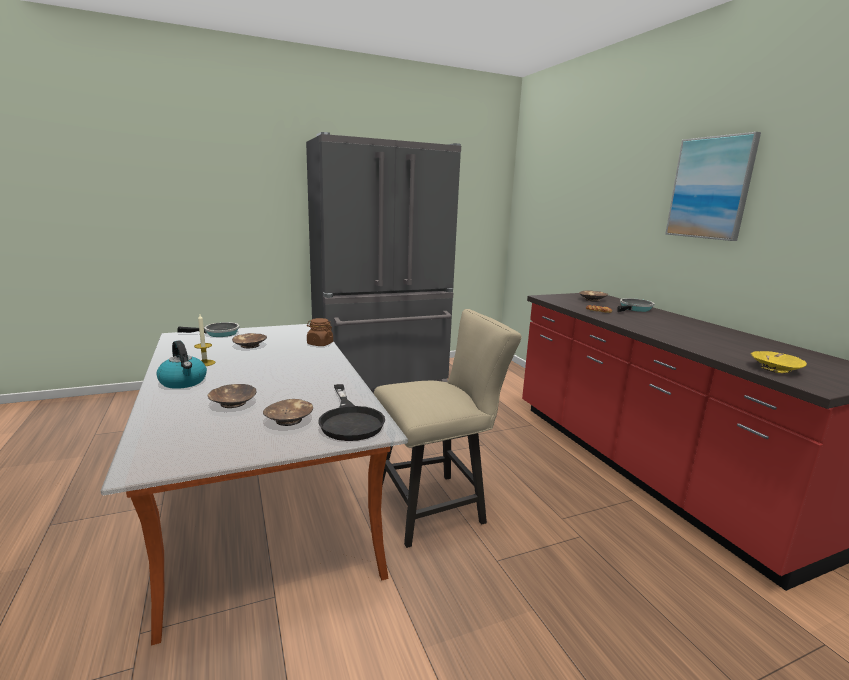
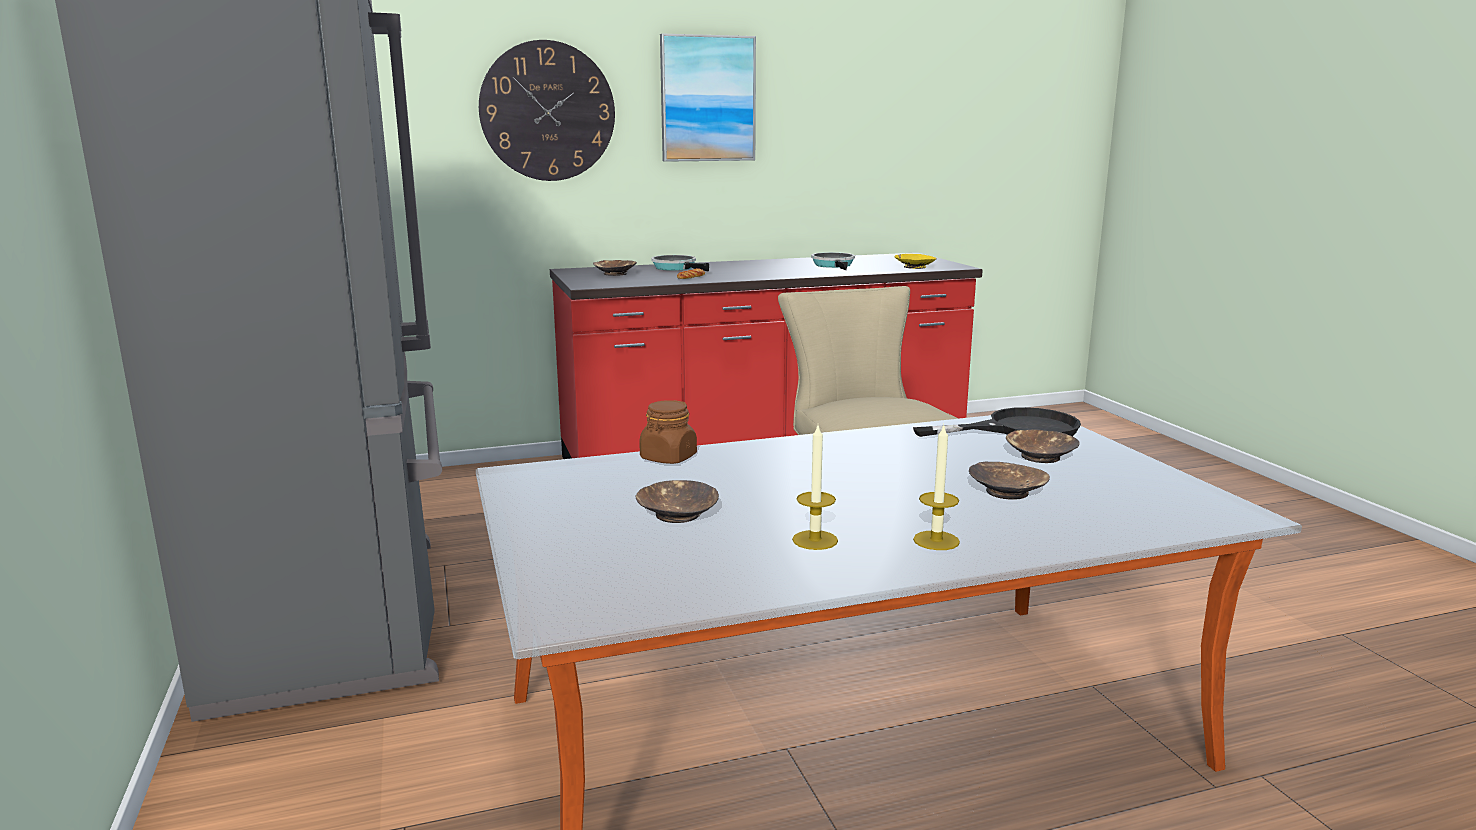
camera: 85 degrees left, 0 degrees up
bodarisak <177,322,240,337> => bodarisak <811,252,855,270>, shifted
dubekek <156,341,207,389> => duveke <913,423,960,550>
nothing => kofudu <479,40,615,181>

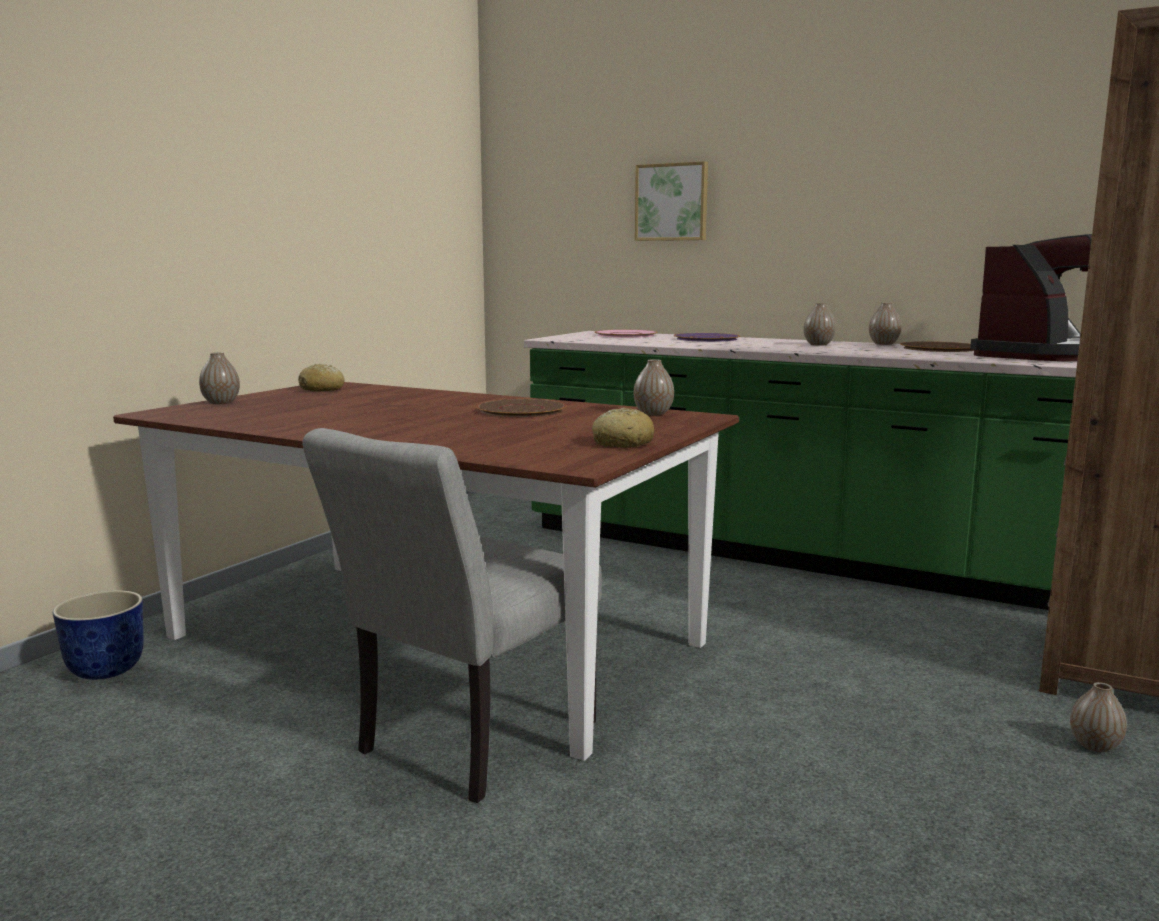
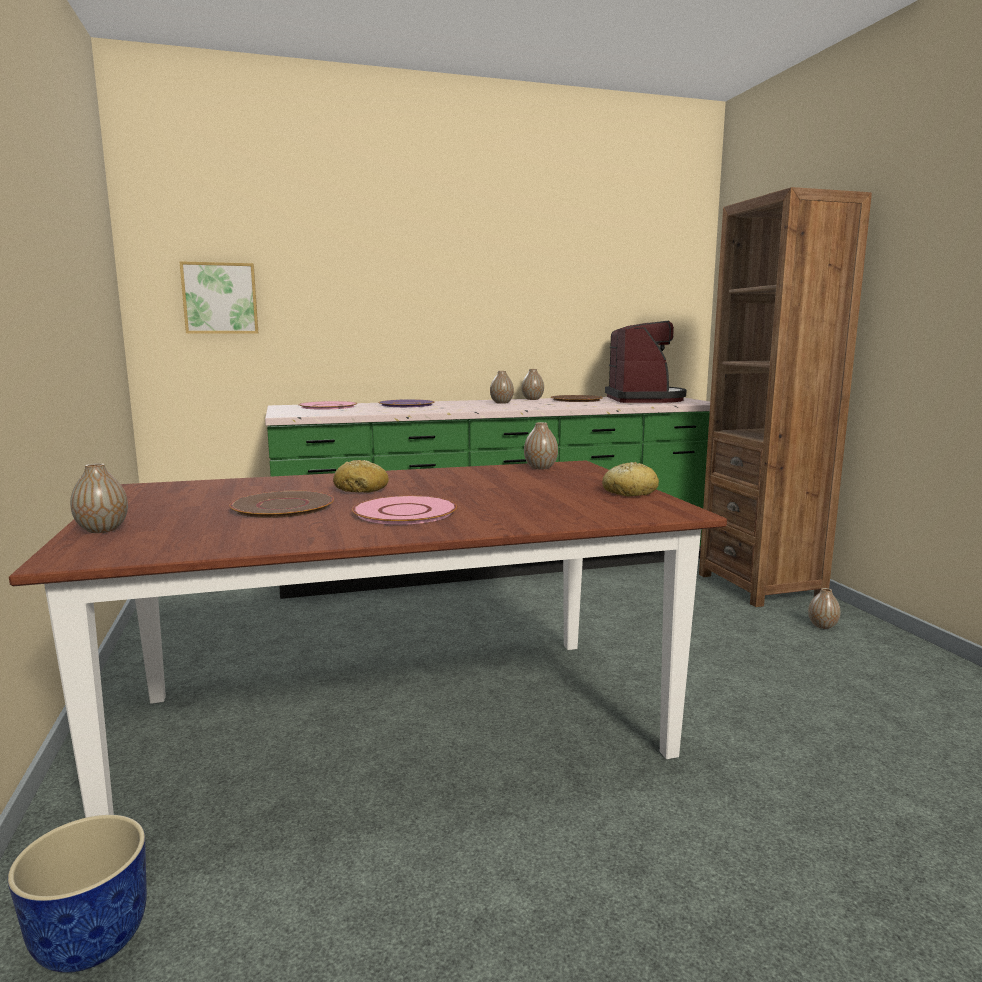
camera: 45 degrees left, 0 degrees up
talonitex <635,161,708,241> => talonitex <179,261,259,334>, shifted
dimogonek <298,364,344,392> => dimogonek <333,460,389,493>, shifted
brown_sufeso <476,399,567,417> => brown_sufeso <229,491,334,518>, shifted
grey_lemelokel <303,428,602,803> => nothing
nothing => pink_sufeso <352,496,457,525>

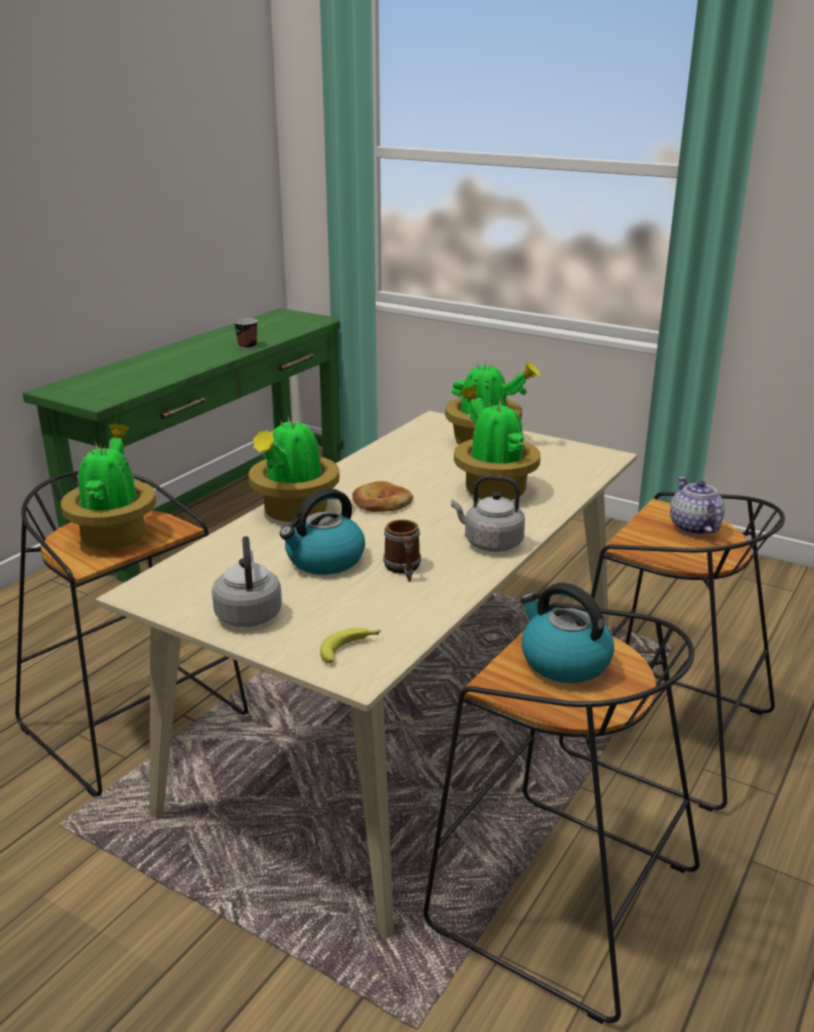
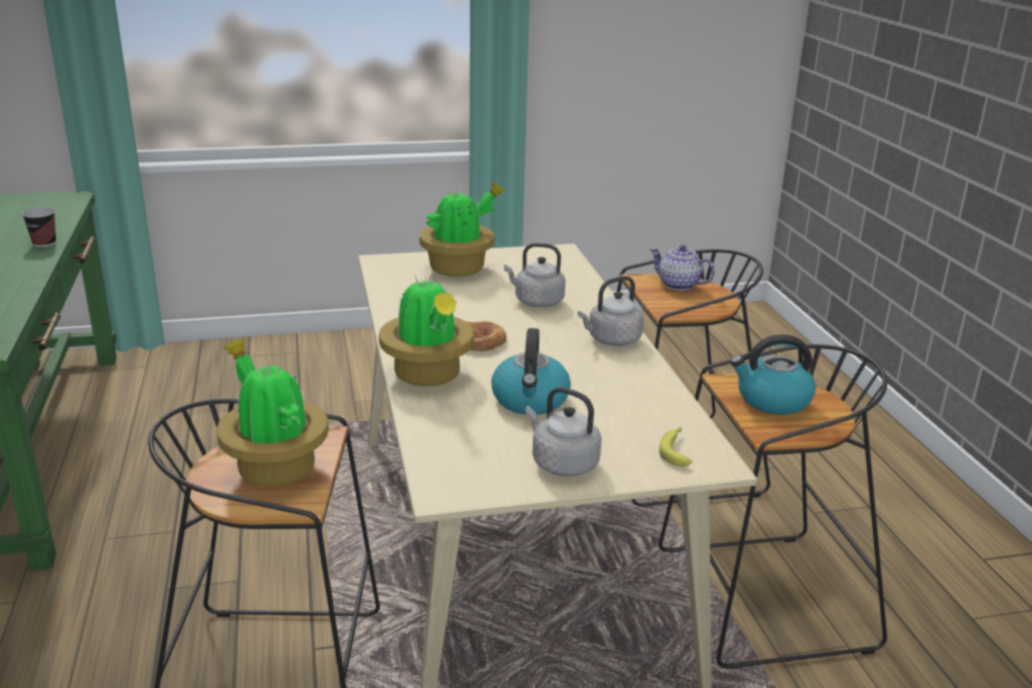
camera: 45 degrees left, 0 degrees up
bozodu <454,385,540,500> => grey_dubekek <504,243,566,307>
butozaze <383,519,421,582> => nothing

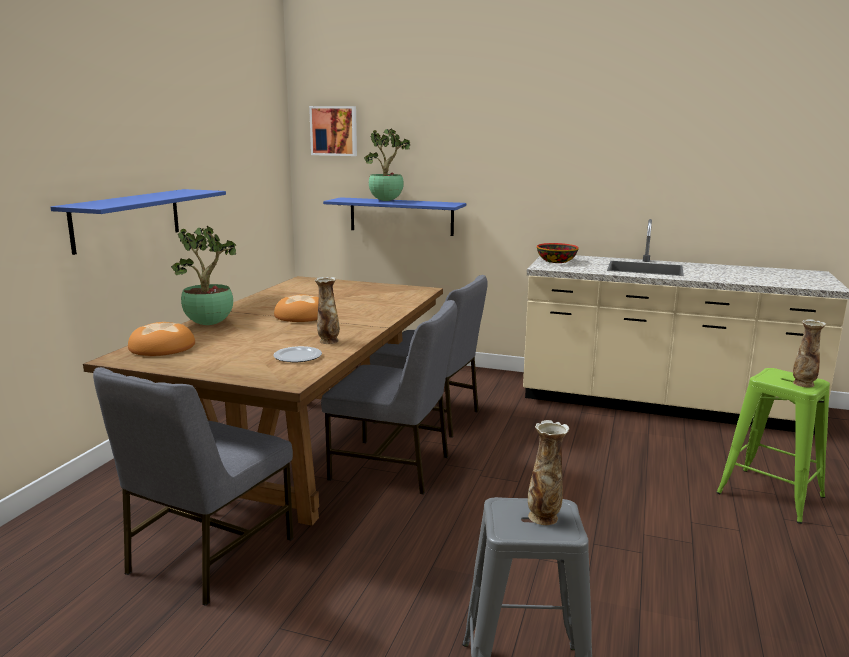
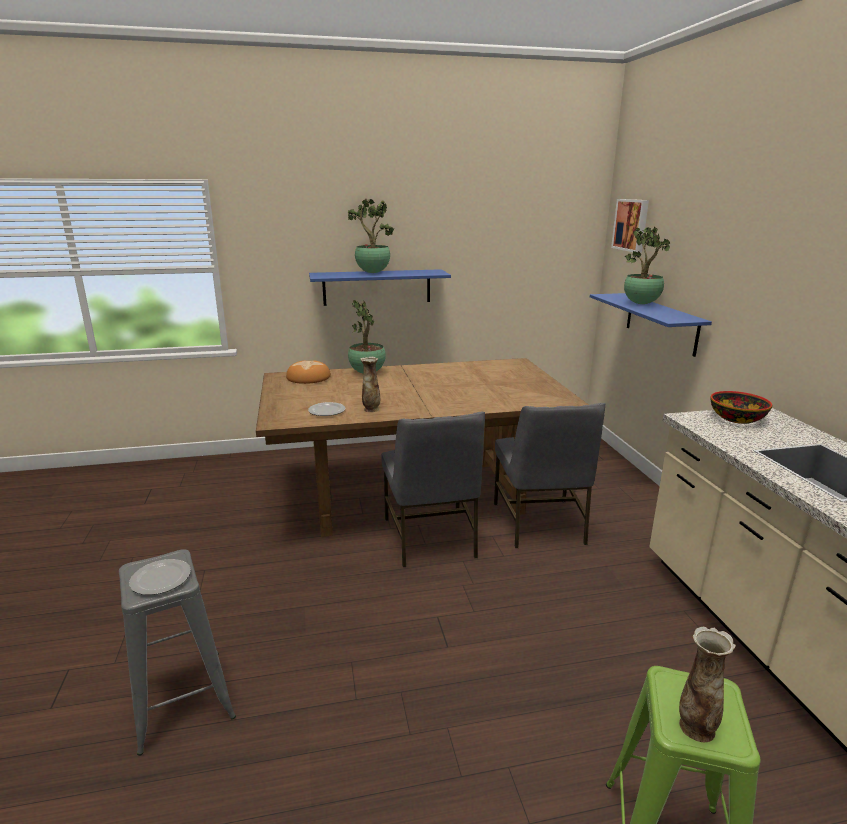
camera: 60 degrees right, 5 degrees up
dimogonek <274,294,319,322> => nothing
grey_lemelokel <93,367,293,606> => nothing
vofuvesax <528,420,569,525> => sufeso <129,559,191,595>
nothing => bozodu <348,199,394,273>

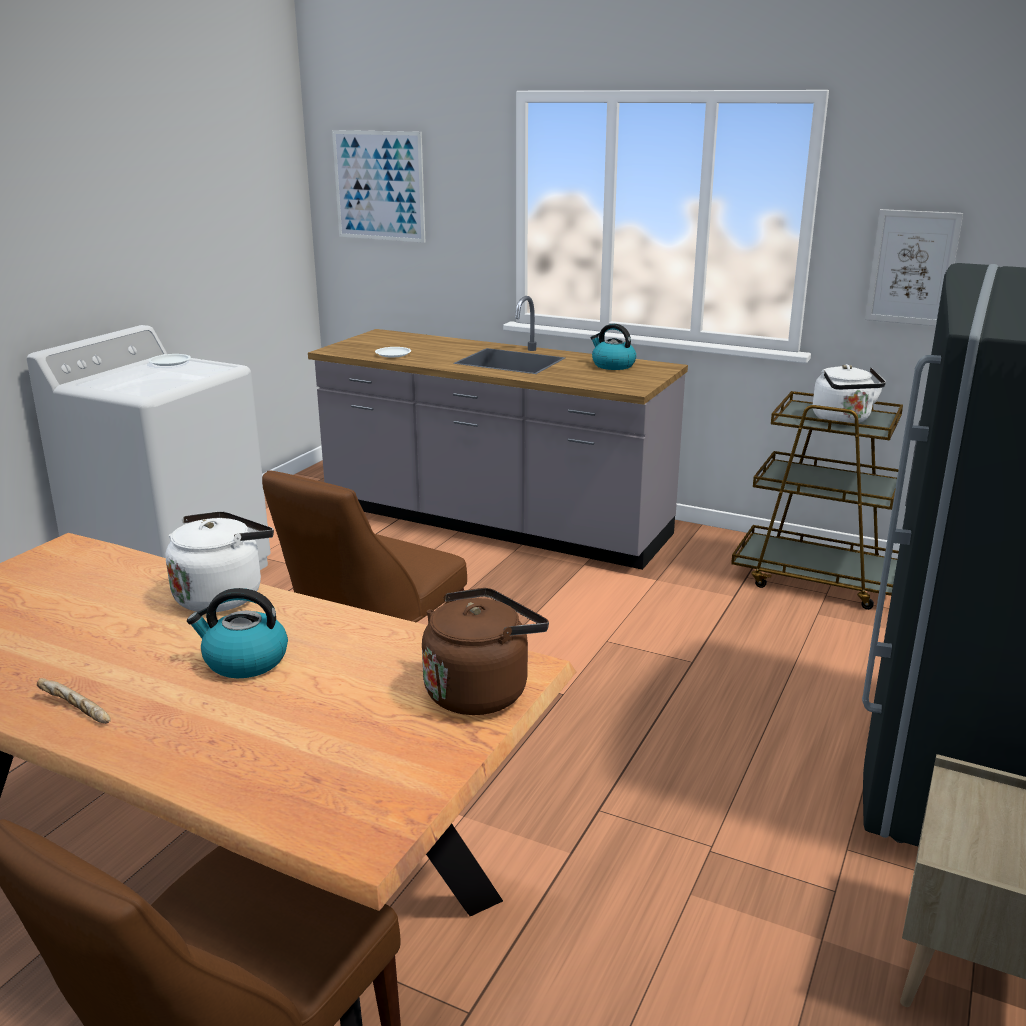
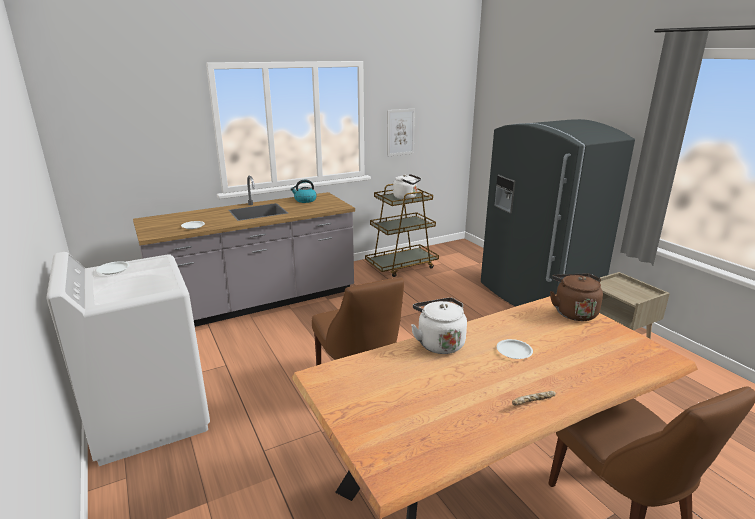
camera: 55 degrees left, 0 degrees up
talonitex <332,130,425,243> => nothing
dubekek <187,588,288,678> => white_sufeso <497,339,533,359>

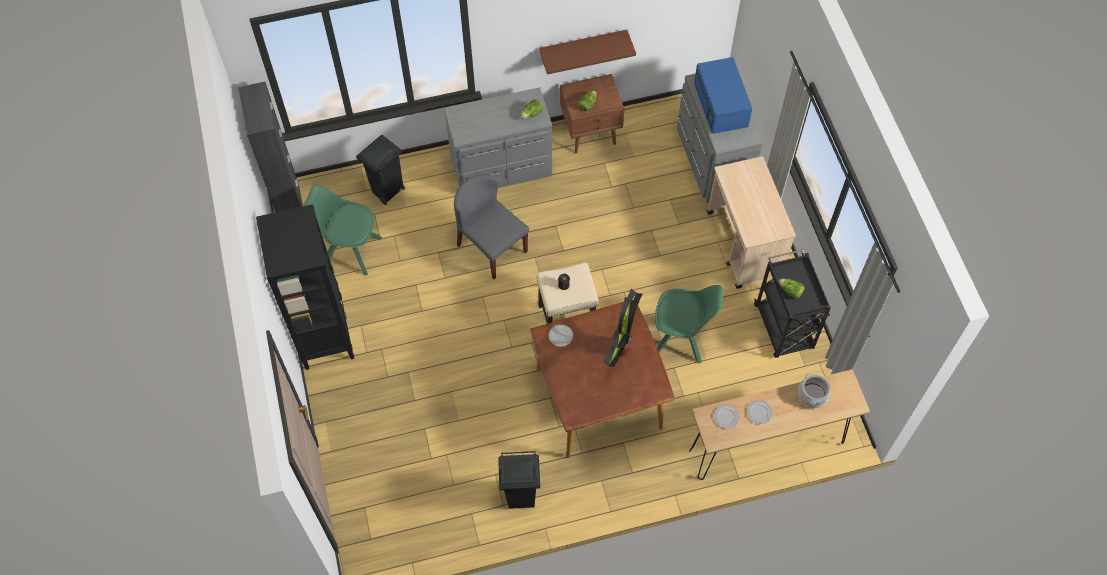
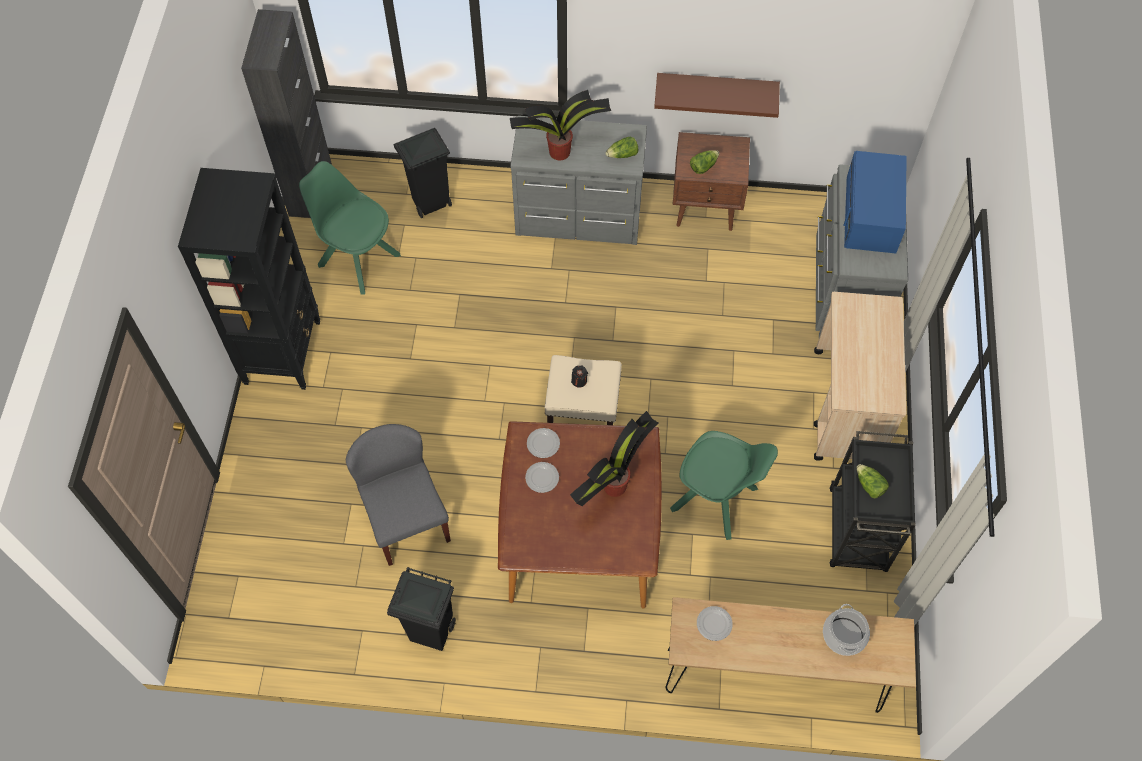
camera: 20 degrees right, 0 degrees up
grey_lemelokel <454,174,529,279> => grey_lemelokel <346,424,451,566>, shifted
sufeso <747,400,773,424> => sufeso <525,462,559,493>, shifted
nothing => bozodu <510,90,612,160>

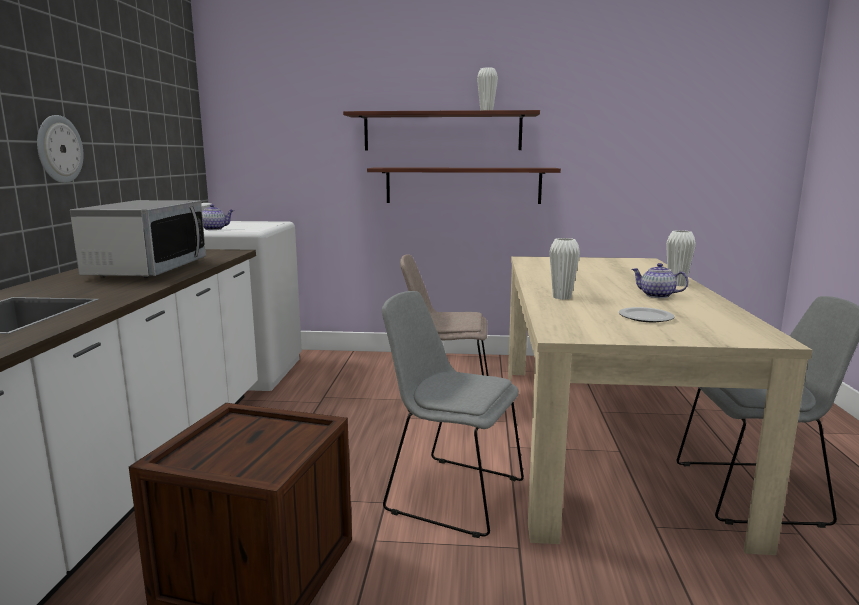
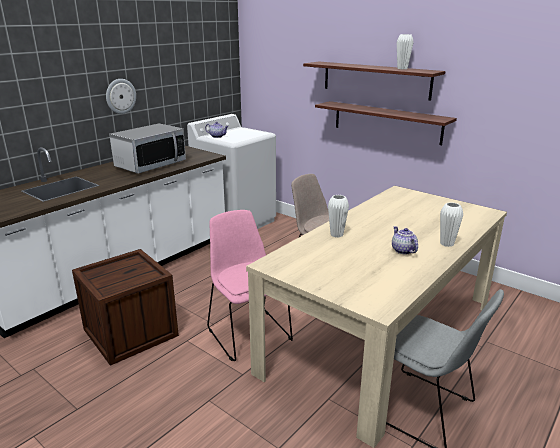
camera: 35 degrees right, 10 degrees up
grey_lemelokel <382,291,524,538> => pink_lemelokel <207,210,293,361>
sufeso <619,307,675,322> => nothing

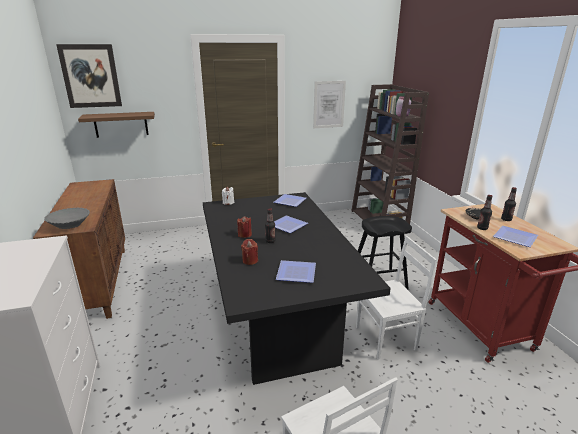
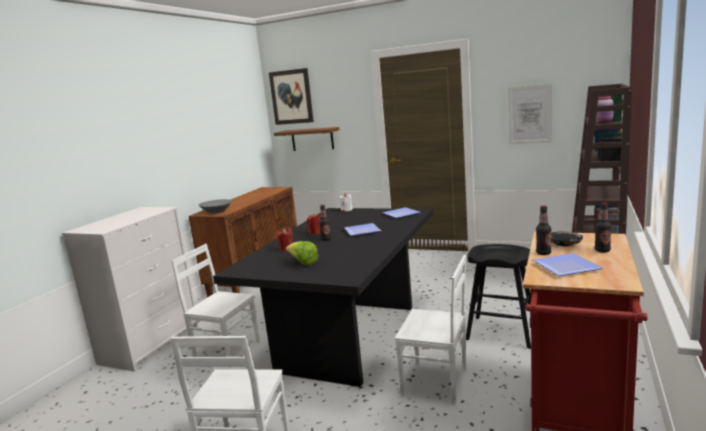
camera: 40 degrees right, 10 degrees down
sufeso <276,260,316,283> => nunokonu <286,241,319,266>
nothing => white_lemelokel <172,244,260,368>

